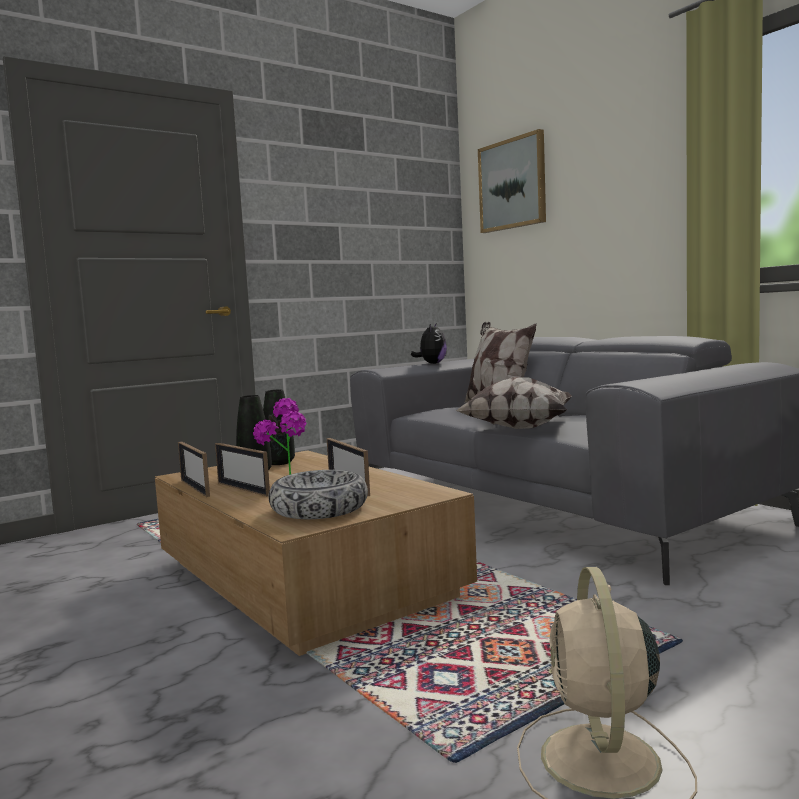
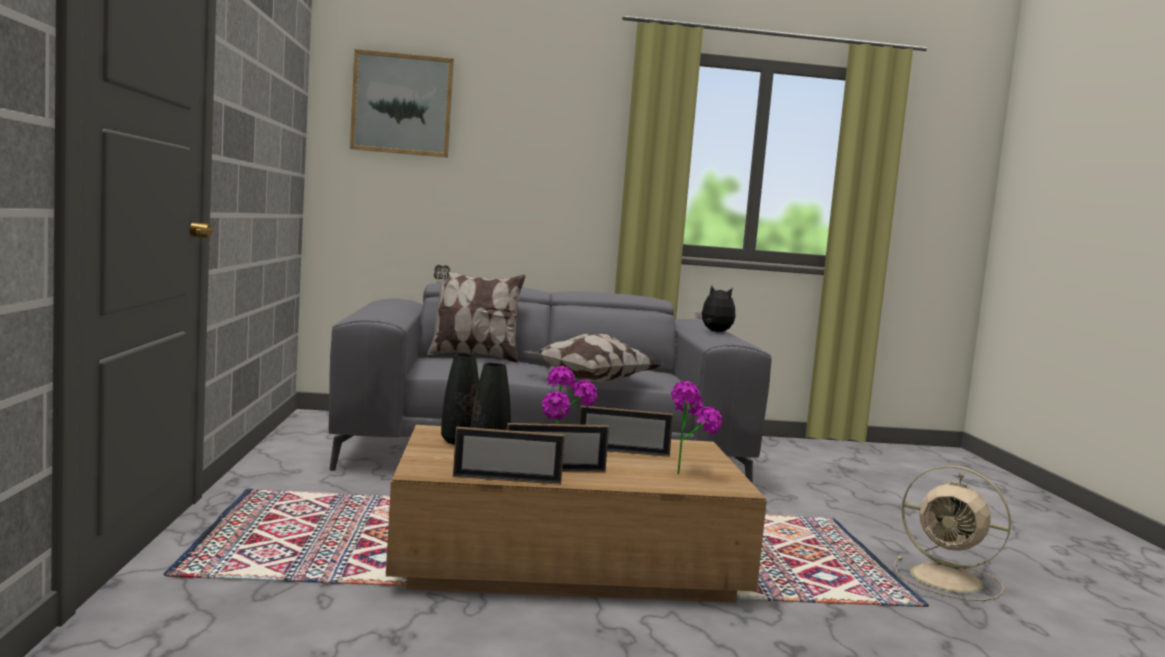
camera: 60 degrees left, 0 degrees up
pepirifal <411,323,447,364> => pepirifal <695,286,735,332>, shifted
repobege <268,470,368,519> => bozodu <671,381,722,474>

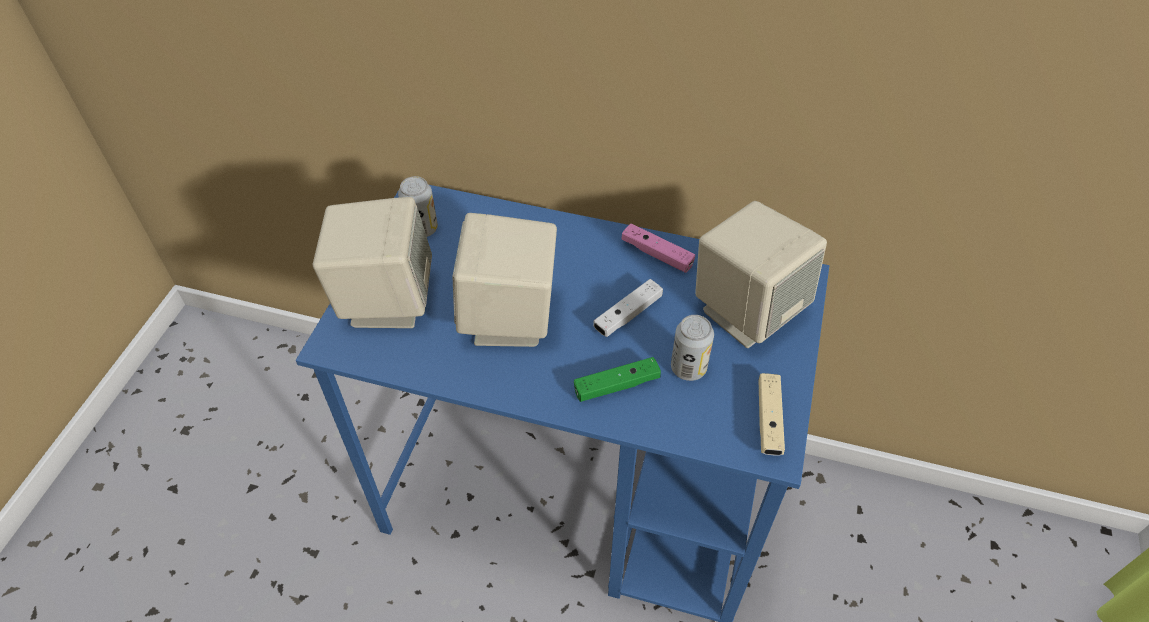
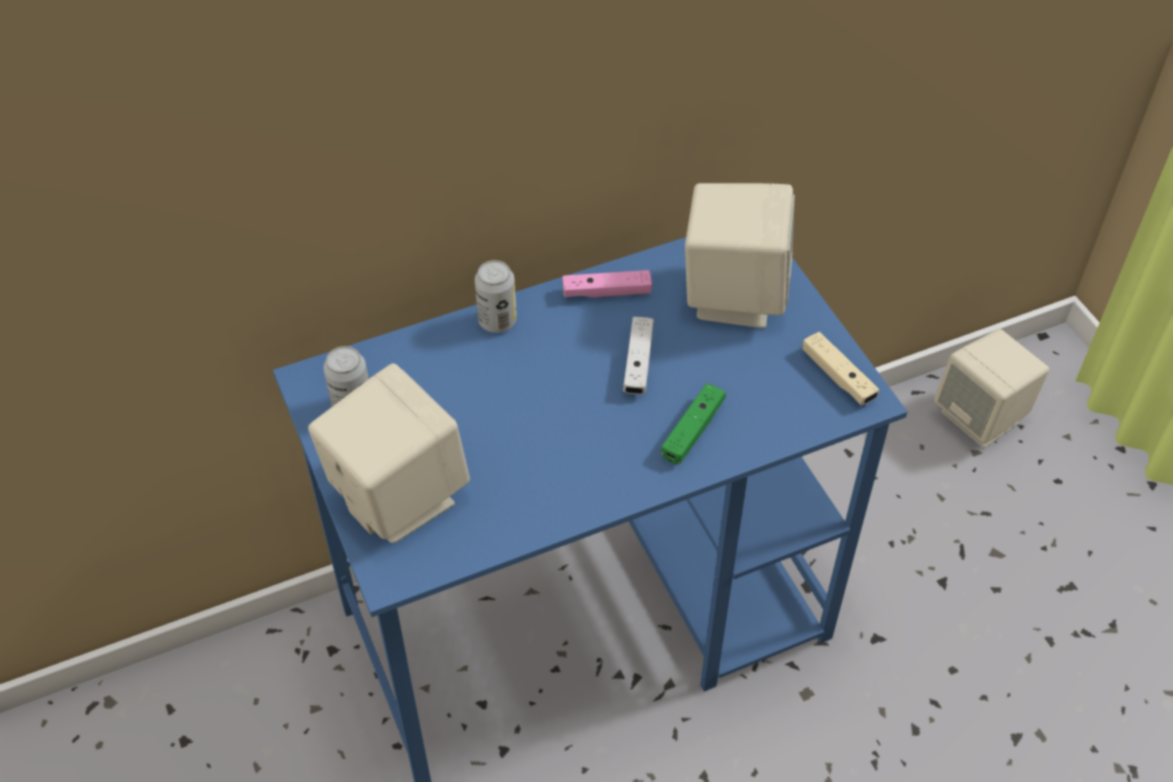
camera: 40 degrees left, 0 degrees up
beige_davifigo <452,213,557,347> => beige_davifigo <934,329,1049,448>, shifted
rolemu <671,315,714,381> => rolemu <475,260,517,333>, shifted

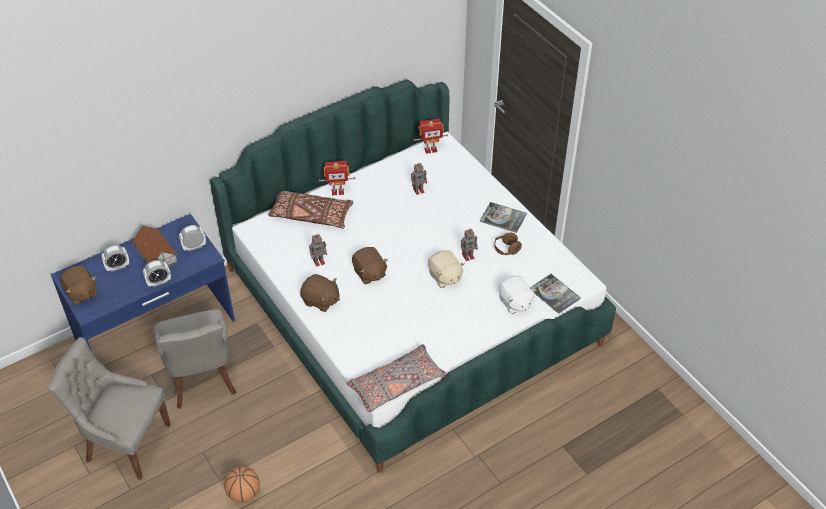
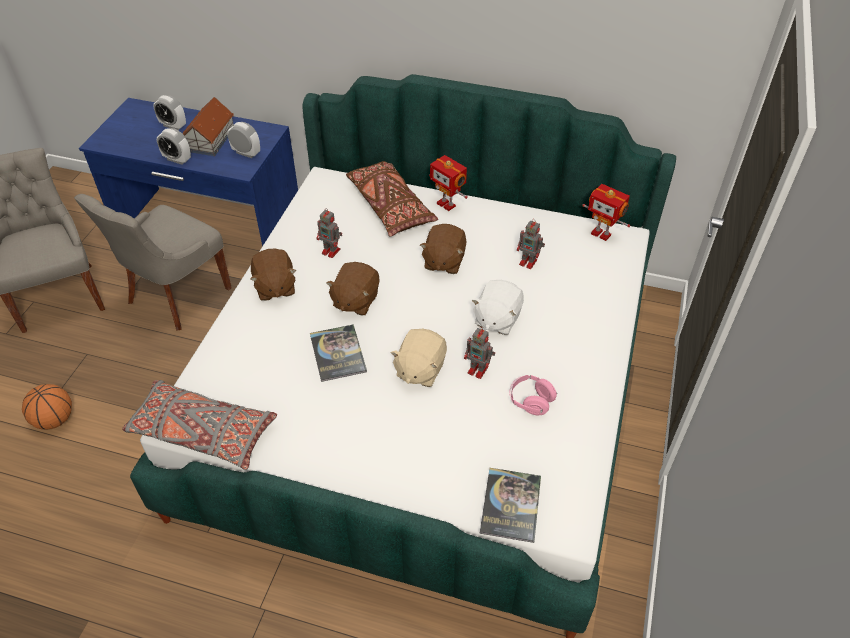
camera: 50 degrees right, 0 degrees up
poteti <480,202,527,233> => poteti <310,324,367,382>, shifted
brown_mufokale <493,233,522,255> => pink_mufokale <509,375,557,415>
brown_pepirifal <60,265,98,305> => brown_pepirifal <420,224,467,274>, shifted
white_pepirifal <498,276,537,314> => white_pepirifal <472,280,524,335>, shifted

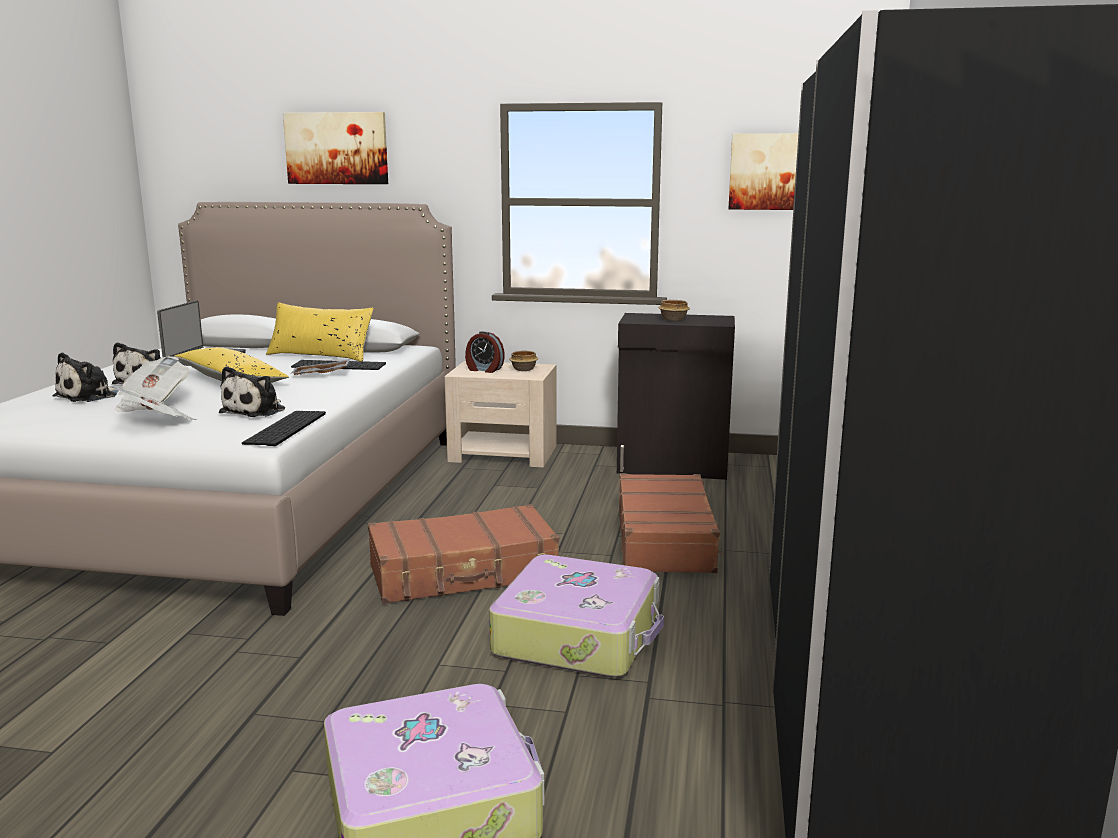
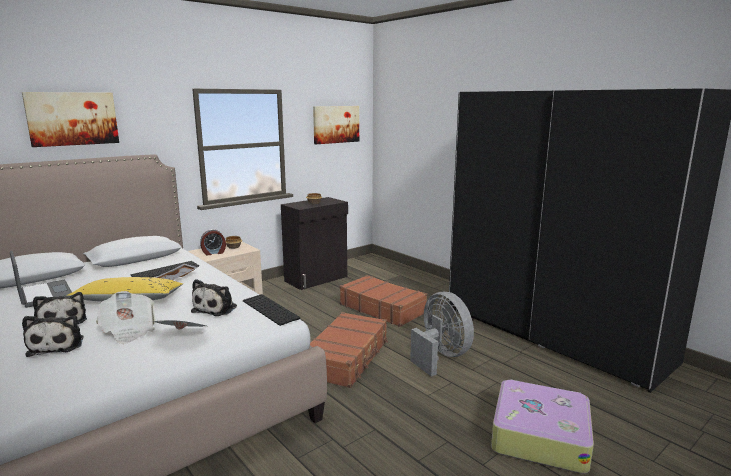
camera: 50 degrees left, 0 degrees up
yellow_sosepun <266,303,374,361> => nothing
pepirifal <219,366,285,417> => pepirifal <191,279,237,316>, 45 degrees clockwise
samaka <489,555,664,677> => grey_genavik <410,292,474,377>

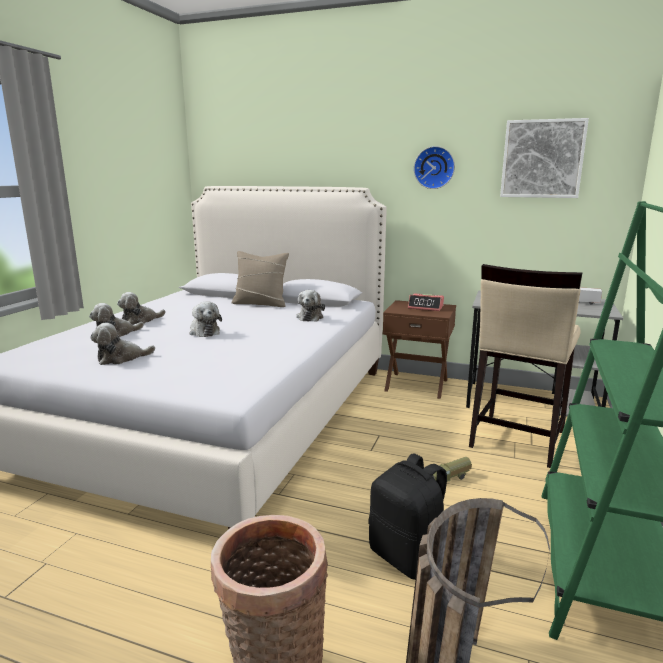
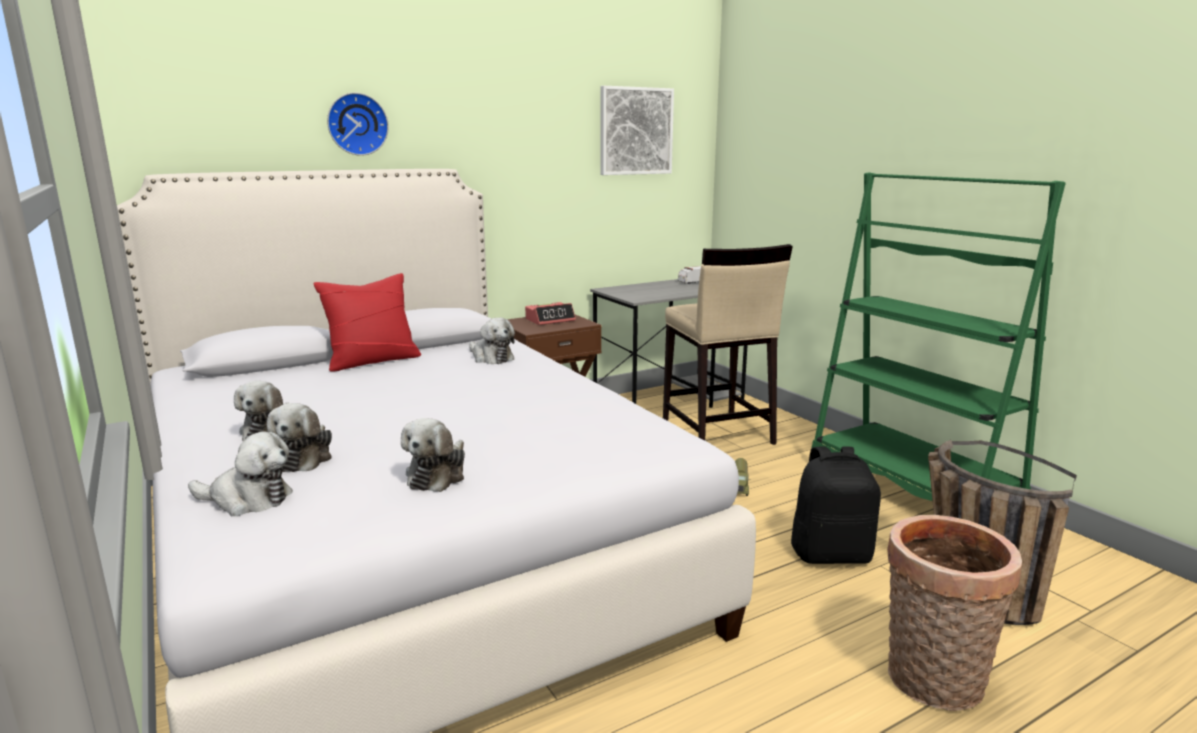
camera: 50 degrees left, 0 degrees up
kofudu <414,146,455,189> => kofudu <327,93,389,156>, shifted
beige_sosepun <231,251,289,307> => red_sosepun <313,273,421,371>
pepirifal <190,302,222,337> => pepirifal <188,431,293,516>, shifted

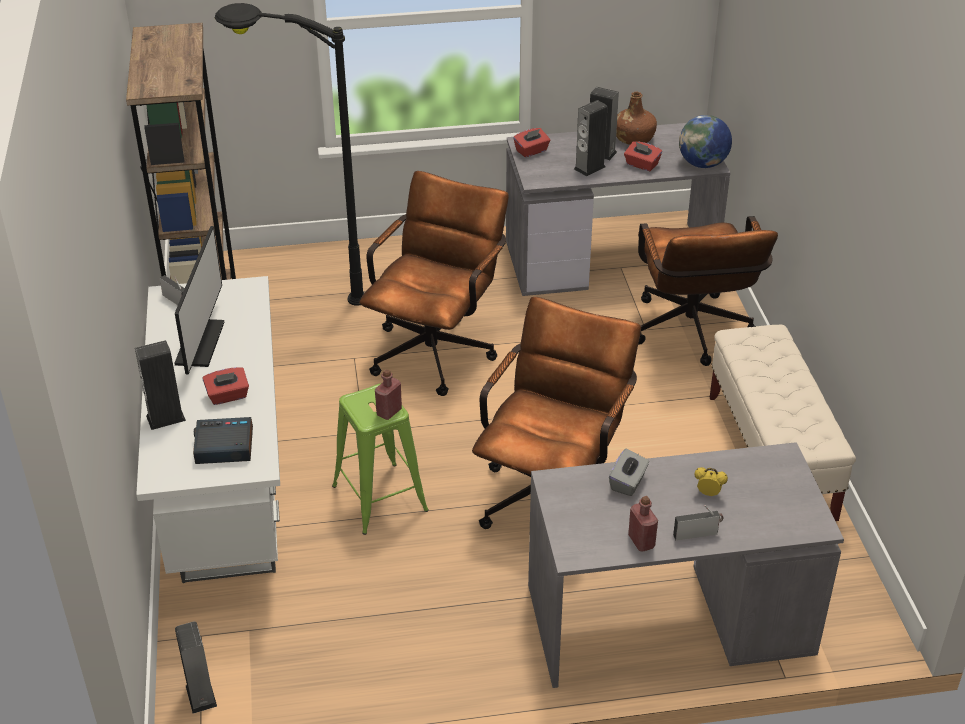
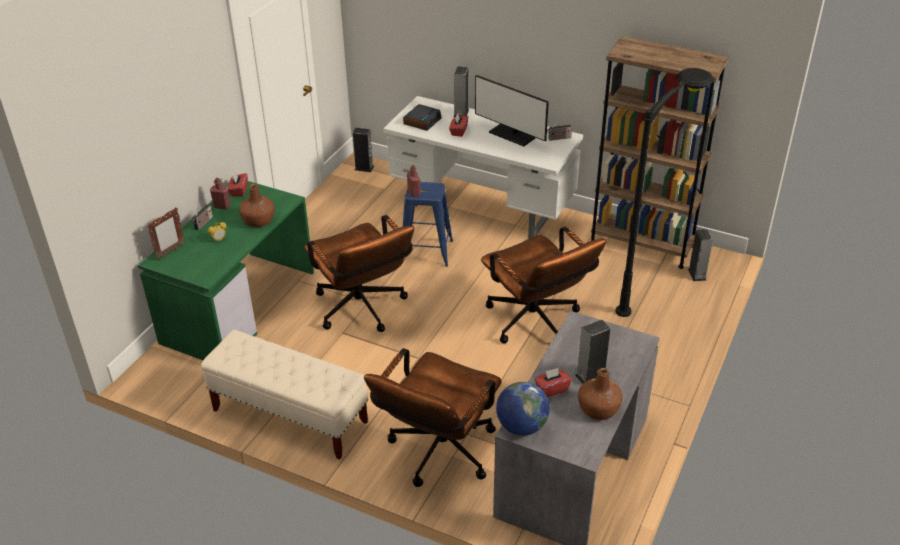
camera: 125 degrees right, 0 degrees up
davifigo <574,100,607,176> => davifigo <688,229,713,282>, shifted
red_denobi <513,128,550,157> => red_denobi <228,172,248,197>, shifted
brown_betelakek <638,216,778,366> => brown_betelakek <364,348,501,487>, 90 degrees counterclockwise
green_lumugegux <332,383,429,535> => blue_lumugegux <403,182,453,267>
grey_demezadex <528,442,844,688> => green_demezadex <138,181,314,360>
grey_denobi <609,449,649,496> => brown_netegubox <239,184,274,227>
nothing => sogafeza <147,207,185,260>

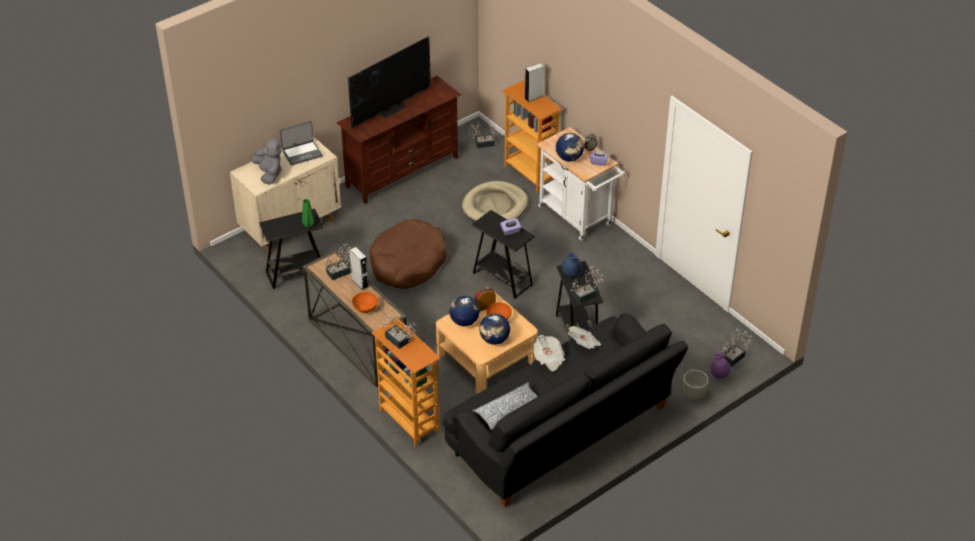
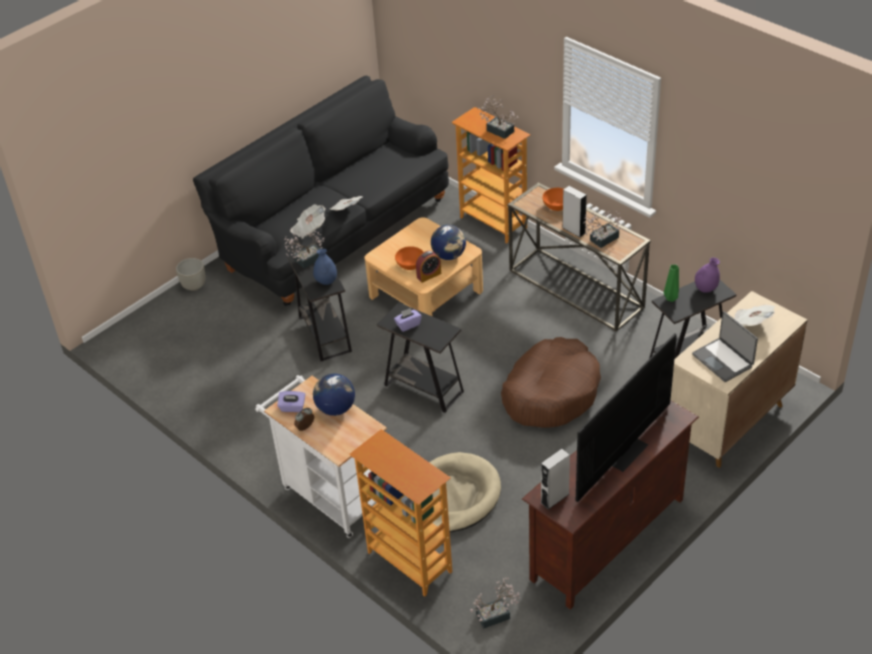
camera: 175 degrees right, 0 degrees up
grey_davifigo <524,63,544,102> => grey_davifigo <541,449,570,510>, shifted
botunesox <280,121,323,165> => botunesox <692,311,758,382>, 90 degrees counterclockwise
grey_pepirifal <252,135,282,185> => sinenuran <734,304,775,326>
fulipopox <479,314,510,345> => nothing
bozodu <722,328,753,366> => nothing
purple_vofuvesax <711,352,730,379> => purple_vofuvesax <695,257,720,293>, shifted
sosepun <473,382,538,430> => nothing

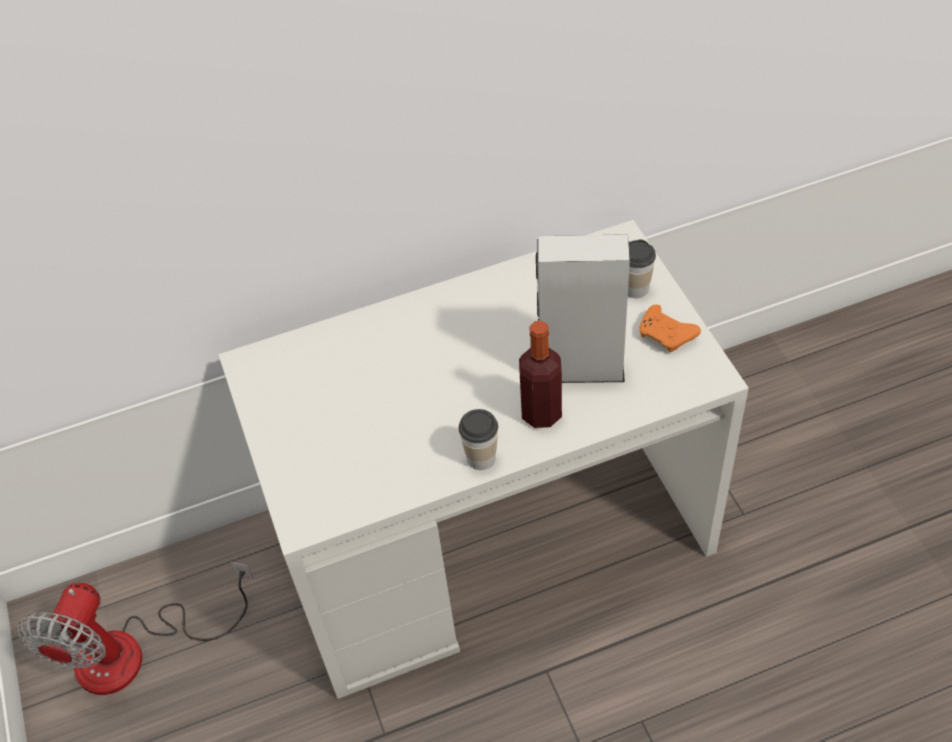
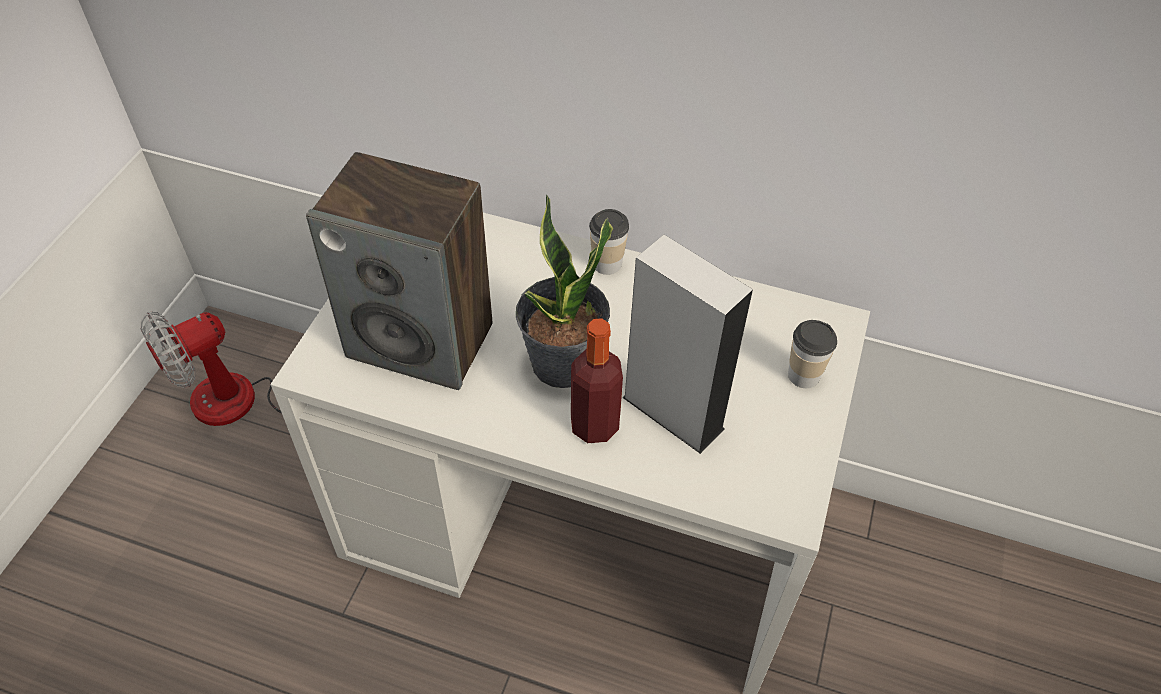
camera: 35 degrees right, 0 degrees up
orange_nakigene <639,305,701,353> => nothing
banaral <459,409,498,470> => banaral <589,209,629,275>, shifted
nothing => davifigo <306,152,492,390>
nothing => bozodu <516,194,613,388>

